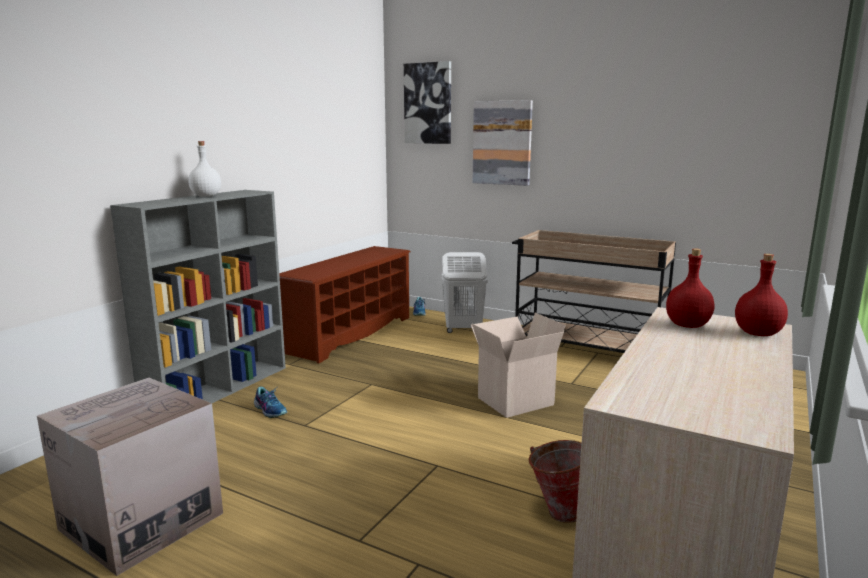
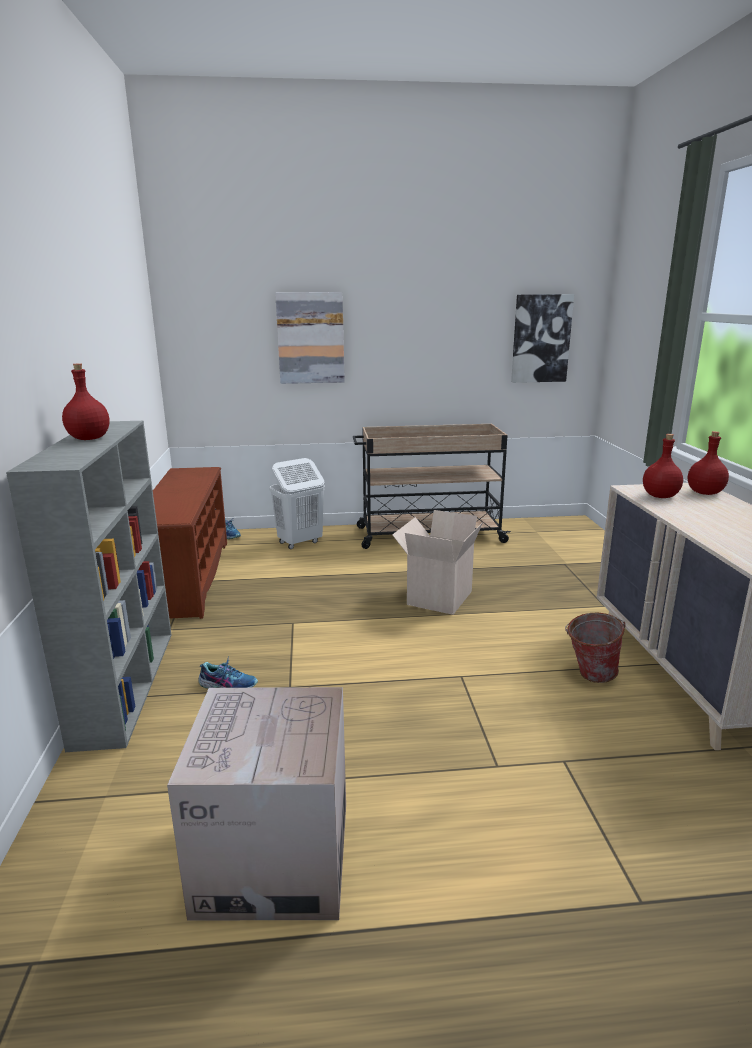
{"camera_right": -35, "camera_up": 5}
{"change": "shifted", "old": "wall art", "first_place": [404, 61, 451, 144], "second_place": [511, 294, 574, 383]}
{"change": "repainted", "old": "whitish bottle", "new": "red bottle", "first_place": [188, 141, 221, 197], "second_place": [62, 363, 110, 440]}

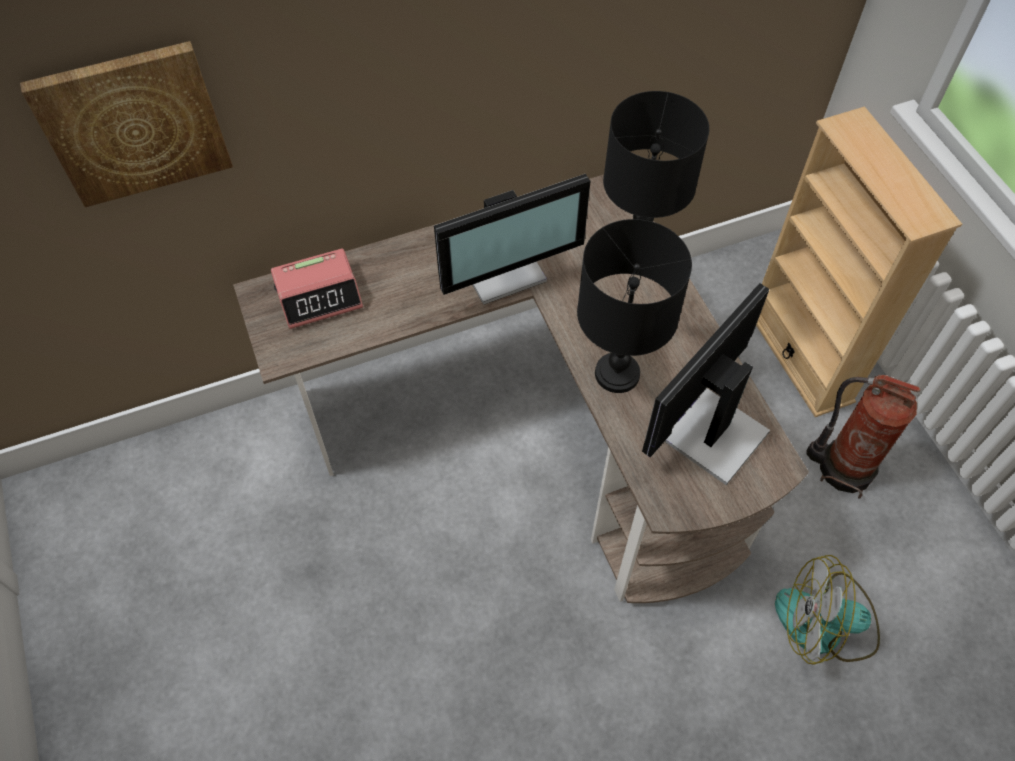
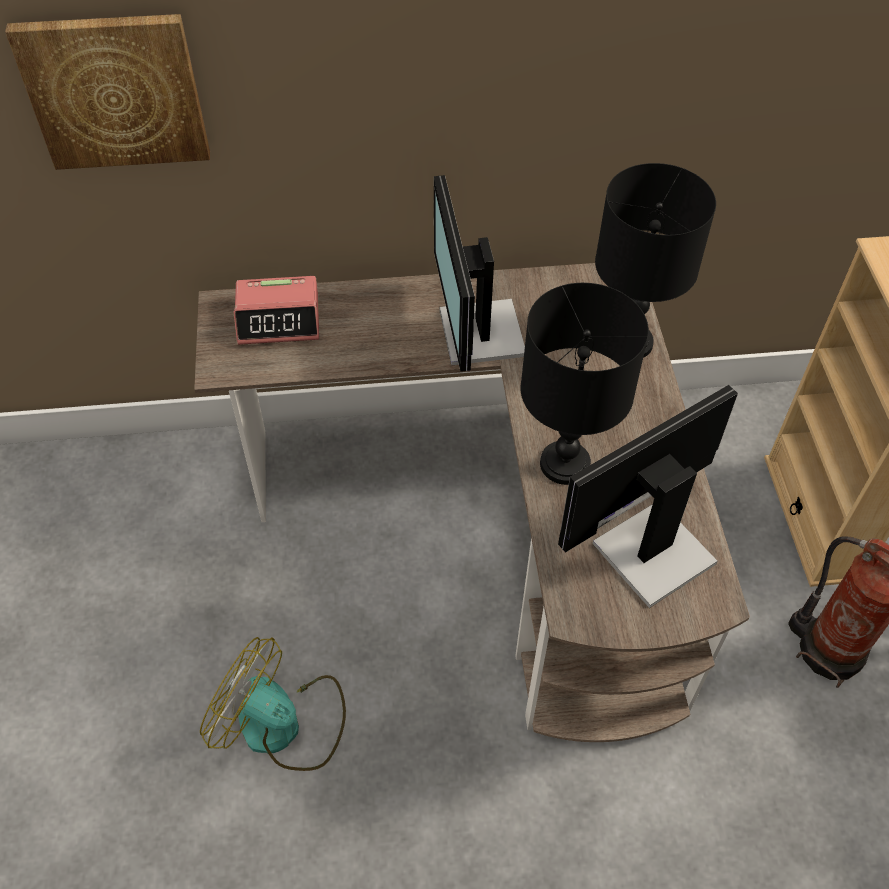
{"camera_right": 15, "camera_up": -5}
{"change": "shifted", "old": "cooling fan", "first_place": [775, 555, 880, 665], "second_place": [200, 637, 346, 771]}
{"change": "rotated", "old": "monitor", "first_place": [434, 174, 590, 305], "second_place": [434, 175, 525, 372], "degrees": 90}

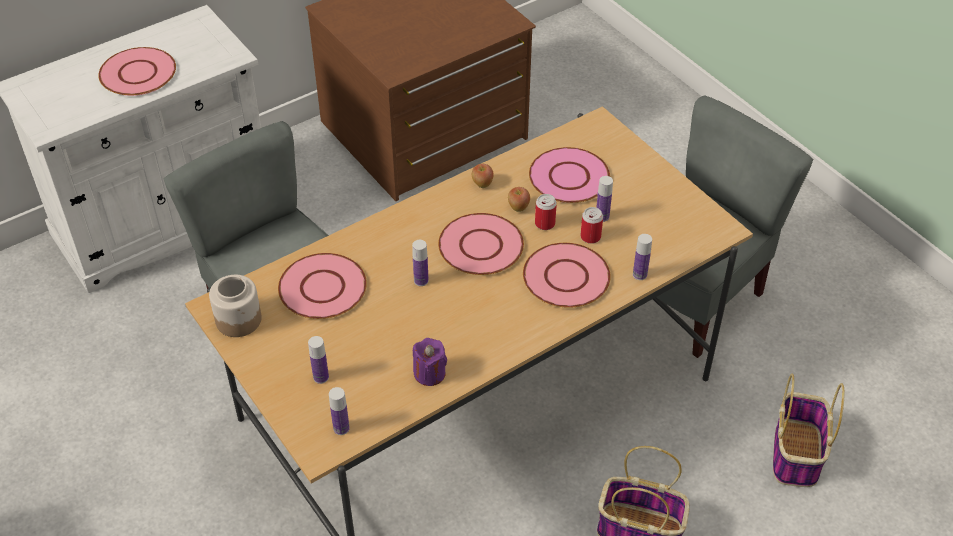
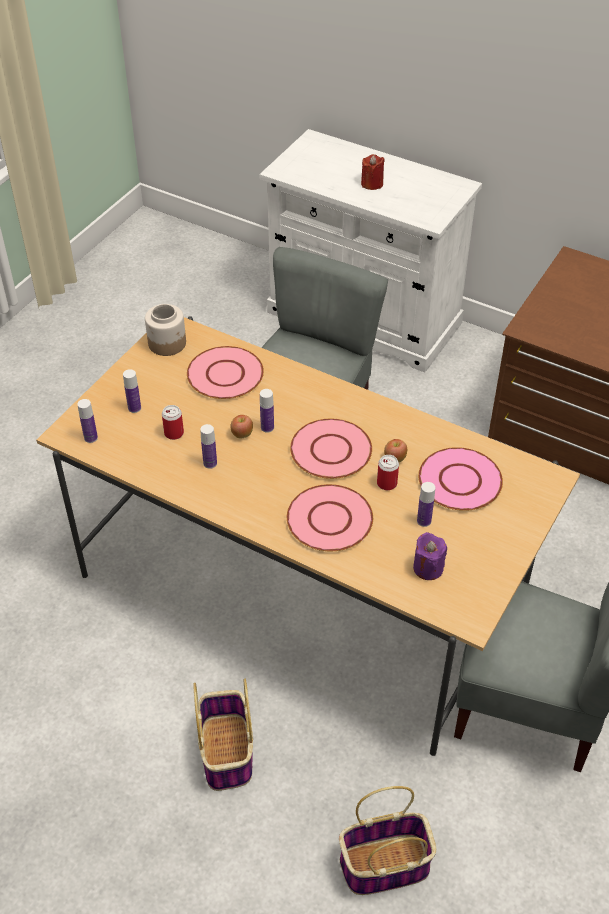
{"camera_right": 65, "camera_up": 0}
{"change": "shifted", "old": "purple candle", "first_place": [413, 338, 447, 386], "second_place": [413, 532, 447, 580]}
{"change": "shifted", "old": "apple", "first_place": [472, 164, 494, 188], "second_place": [230, 415, 253, 439]}
{"change": "shifted", "old": "metal can", "first_place": [581, 207, 603, 244], "second_place": [162, 405, 184, 440]}
{"change": "shifted", "old": "bottle", "first_place": [633, 234, 652, 280], "second_place": [200, 424, 217, 469]}
{"change": "swapped", "old": "pink-coloured plate", "new": "red candle", "first_place": [98, 47, 176, 96], "second_place": [361, 154, 385, 190]}

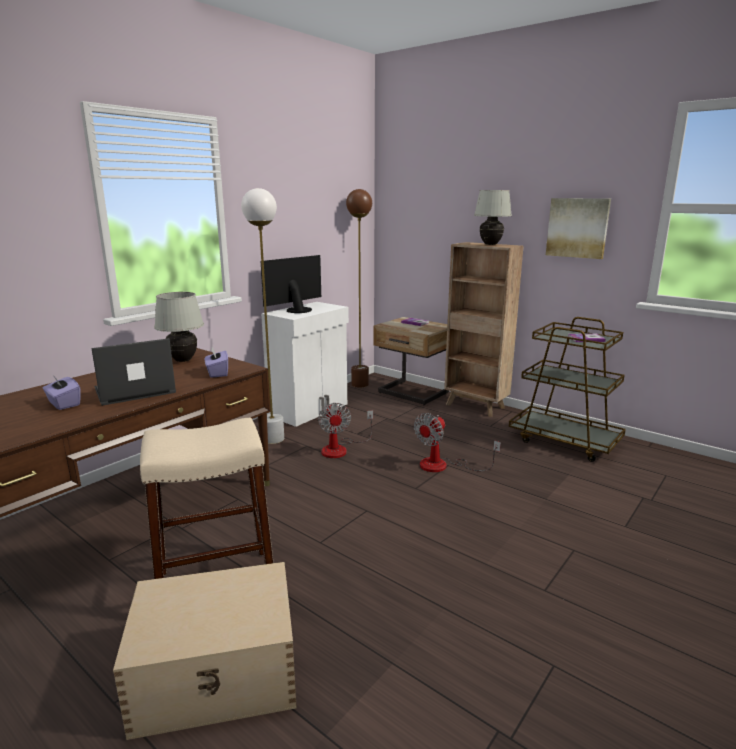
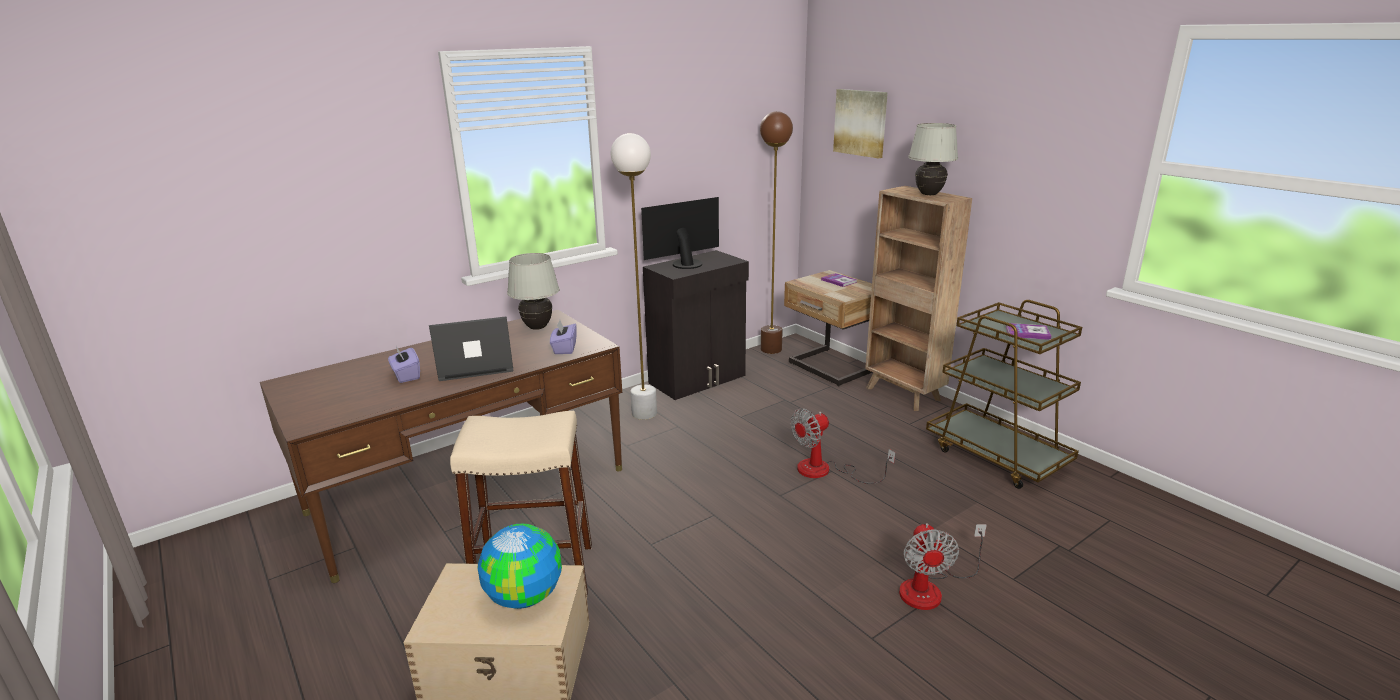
{"camera_right": 15, "camera_up": 5}
{"change": "new", "new": "globe", "second_place": [478, 524, 562, 609]}
{"change": "shifted", "old": "cooling fan", "first_place": [318, 403, 373, 458], "second_place": [899, 523, 987, 610]}
{"change": "shifted", "old": "wall art", "first_place": [546, 198, 611, 259], "second_place": [833, 89, 888, 159]}
{"change": "repainted", "old": "whitish cupboard", "new": "black cupboard", "first_place": [261, 302, 349, 427], "second_place": [643, 250, 749, 400]}

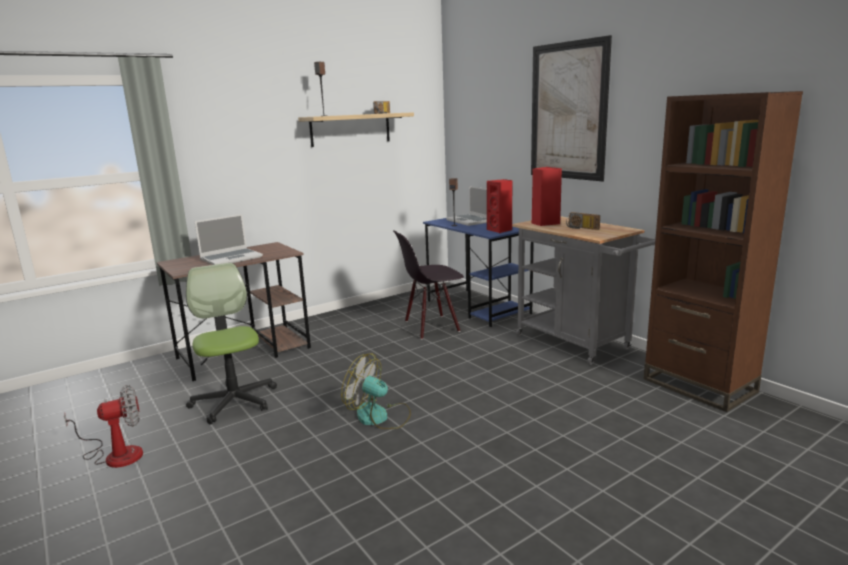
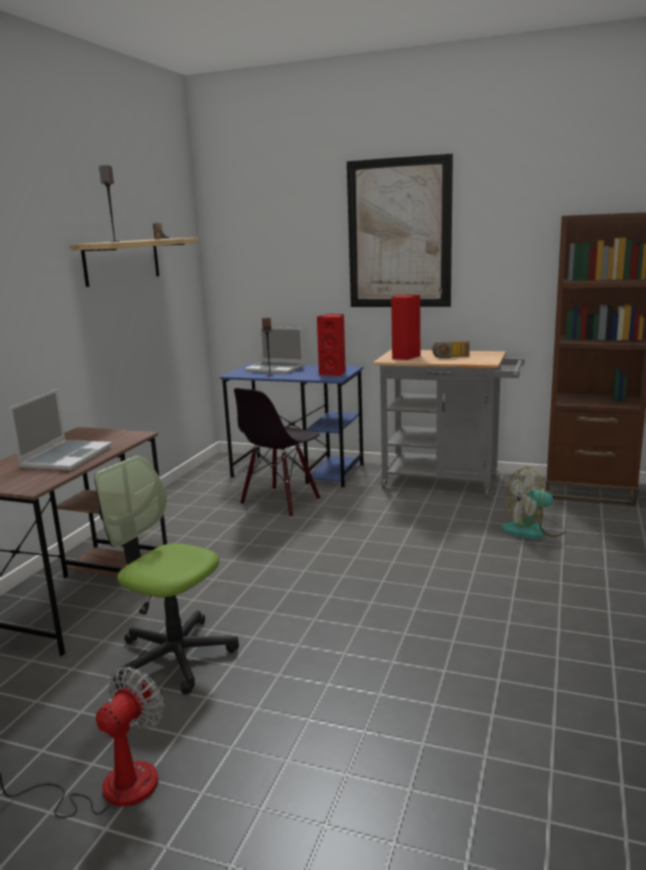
{"camera_right": -35, "camera_up": 0}
{"change": "shifted", "old": "cooling fan", "first_place": [341, 353, 411, 429], "second_place": [501, 467, 566, 539]}

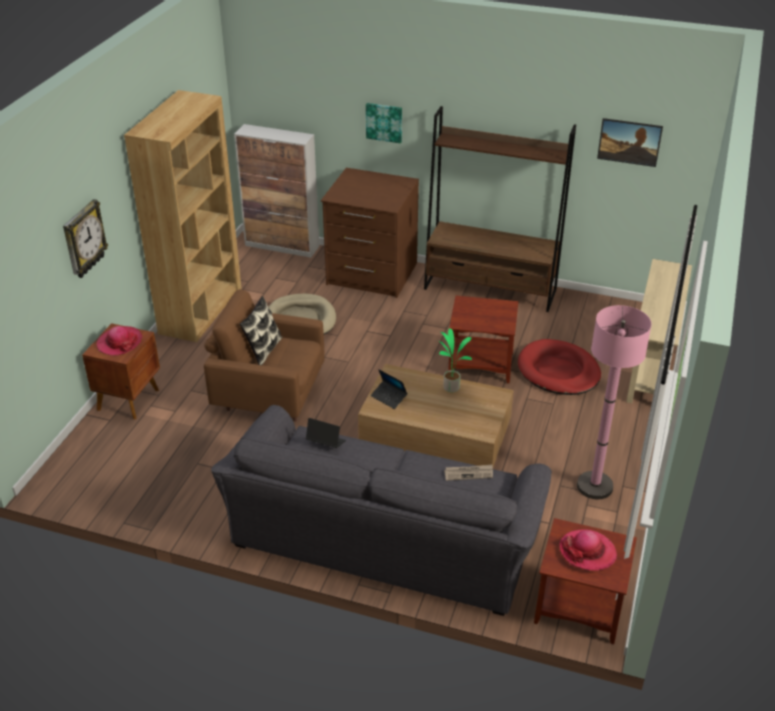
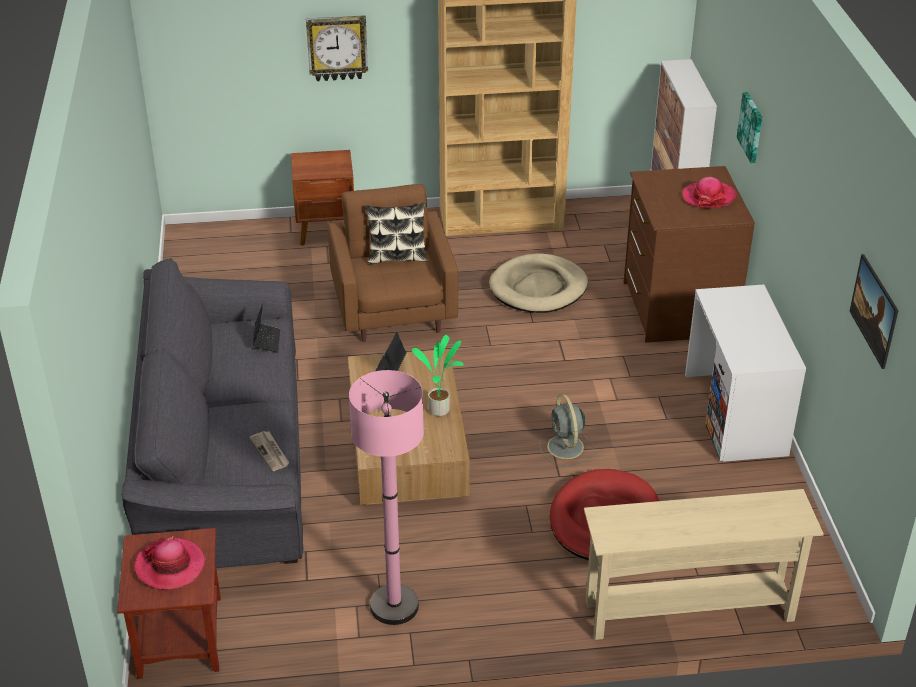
{"camera_right": 65, "camera_up": 0}
{"change": "shifted", "old": "hat", "first_place": [97, 326, 143, 356], "second_place": [682, 177, 737, 209]}
{"change": "swapped", "old": "brownish bookshelf", "new": "whitish desk", "first_place": [424, 106, 576, 312], "second_place": [685, 285, 806, 462]}
{"change": "swapped", "old": "brownish end table", "new": "greyish cooling fan", "first_place": [448, 296, 518, 383], "second_place": [540, 394, 594, 466]}

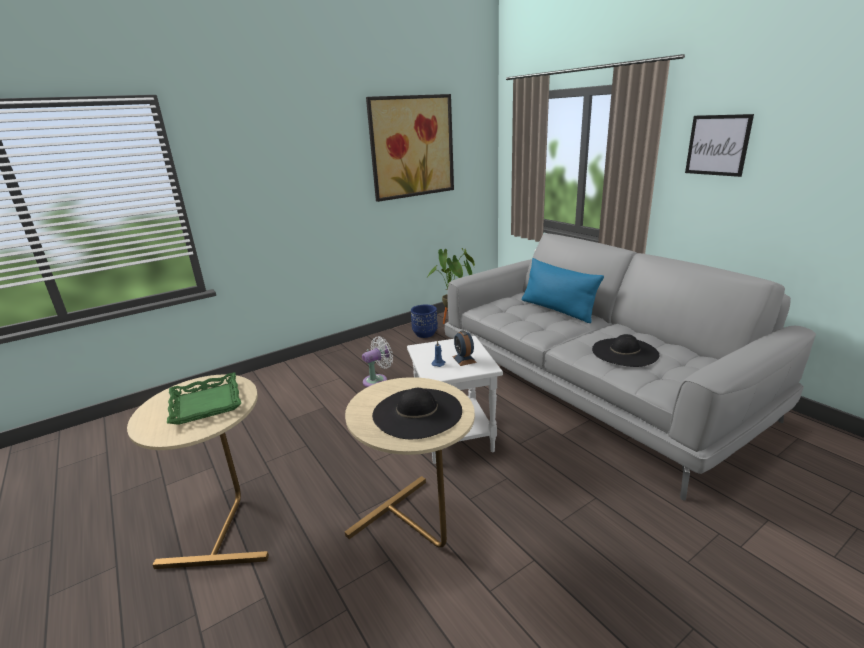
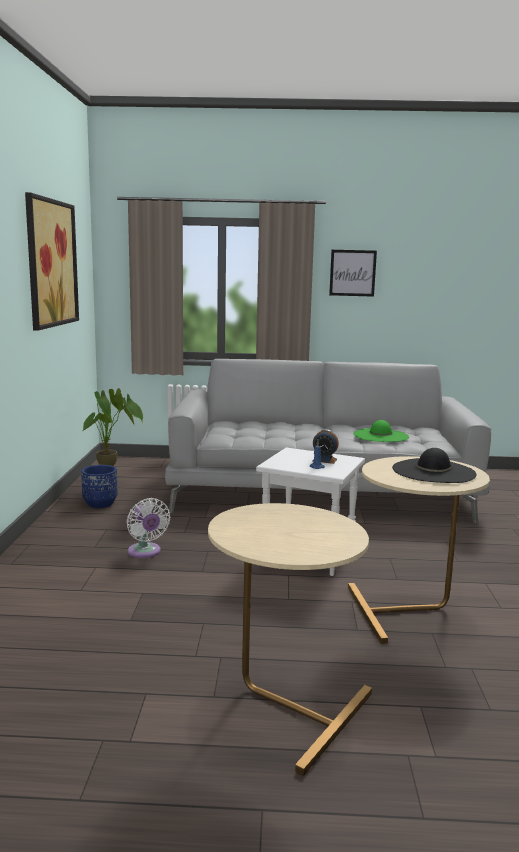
{"camera_right": -55, "camera_up": -10}
{"change": "gone", "old": "green-coloured serving tray", "first_place": [167, 373, 241, 425]}
{"change": "gone", "old": "blue-coloured pillow", "first_place": [522, 258, 604, 323]}
{"change": "repainted", "old": "black hat", "new": "green-coloured hat", "first_place": [592, 334, 660, 367], "second_place": [353, 420, 409, 442]}
{"change": "rotated", "old": "whitish cooling fan", "first_place": [362, 337, 393, 387], "second_place": [127, 498, 170, 558], "degrees": 150}

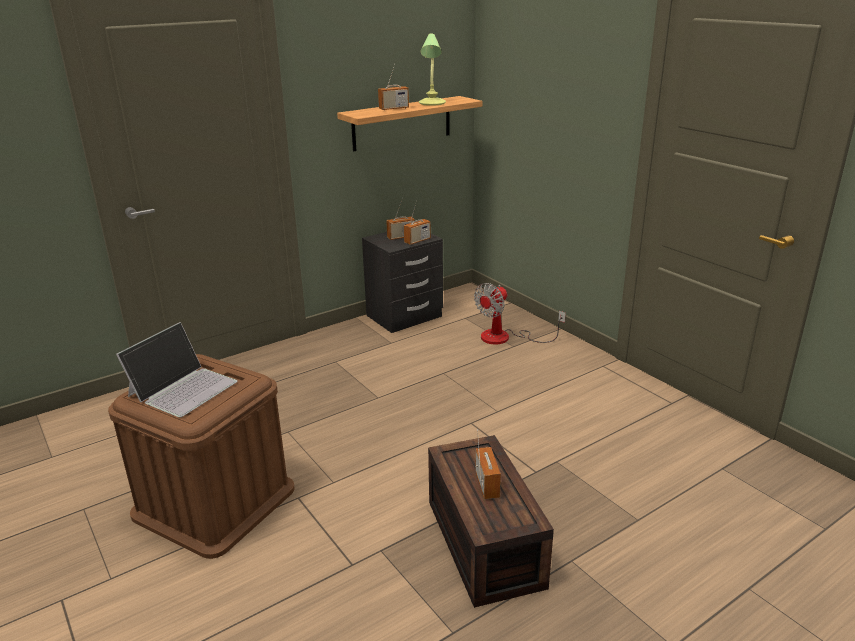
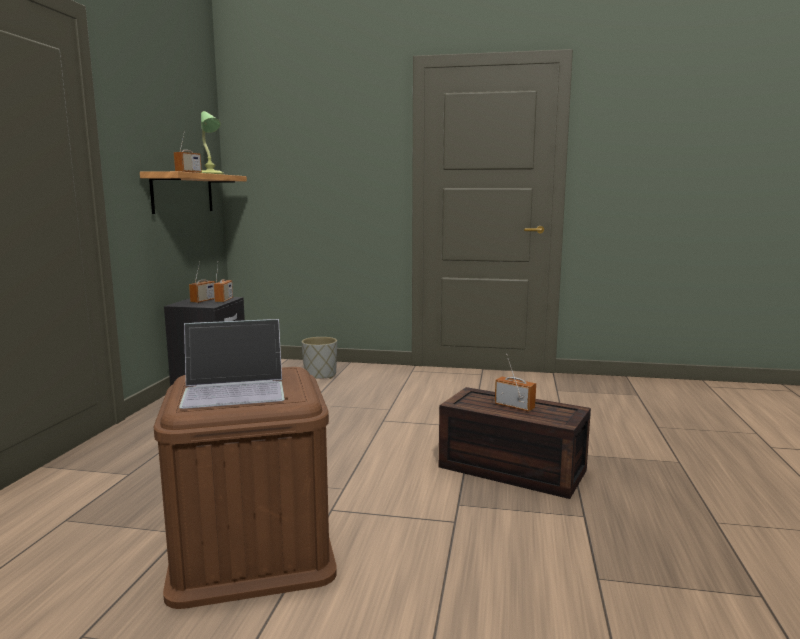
{"camera_right": -45, "camera_up": -15}
{"change": "swapped", "old": "cooling fan", "new": "greyish planter", "first_place": [474, 283, 566, 345], "second_place": [302, 337, 337, 379]}
{"change": "rotated", "old": "laptop", "first_place": [116, 322, 237, 417], "second_place": [179, 319, 285, 409], "degrees": 90}

